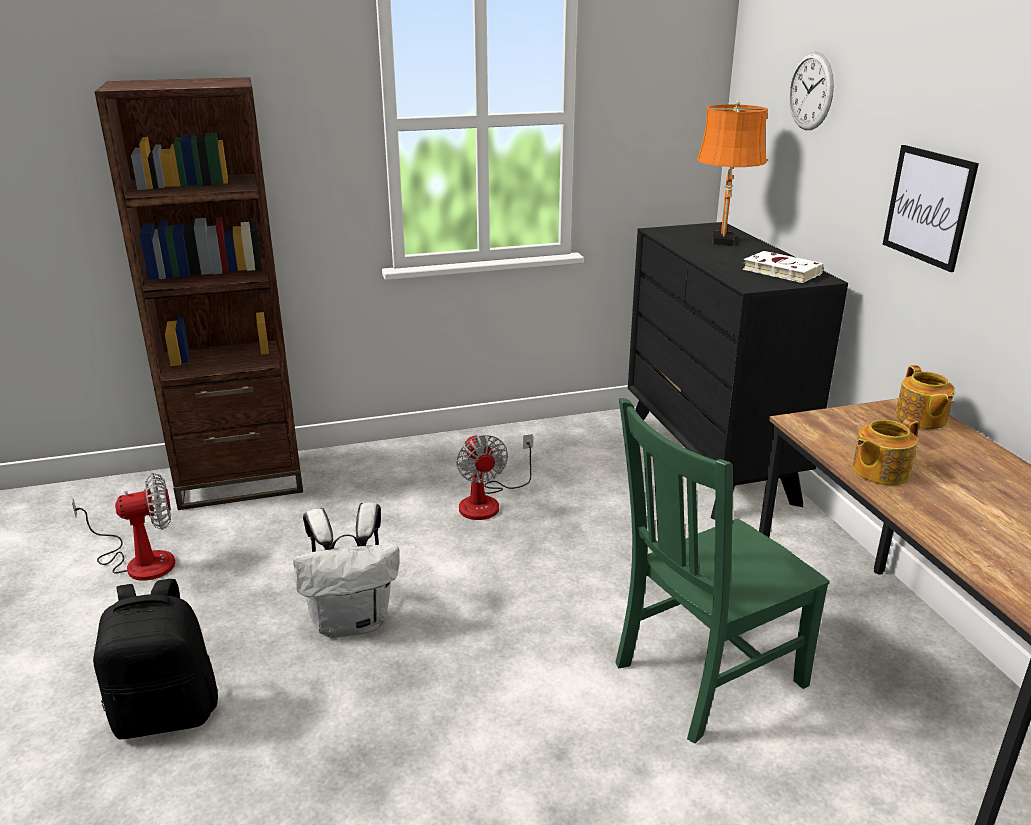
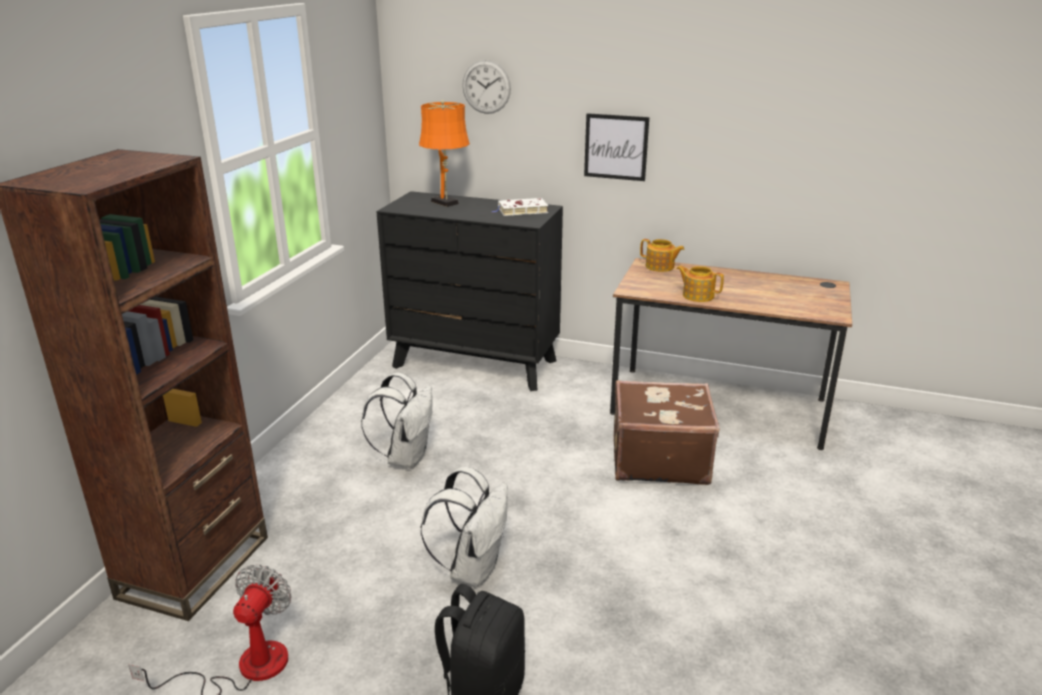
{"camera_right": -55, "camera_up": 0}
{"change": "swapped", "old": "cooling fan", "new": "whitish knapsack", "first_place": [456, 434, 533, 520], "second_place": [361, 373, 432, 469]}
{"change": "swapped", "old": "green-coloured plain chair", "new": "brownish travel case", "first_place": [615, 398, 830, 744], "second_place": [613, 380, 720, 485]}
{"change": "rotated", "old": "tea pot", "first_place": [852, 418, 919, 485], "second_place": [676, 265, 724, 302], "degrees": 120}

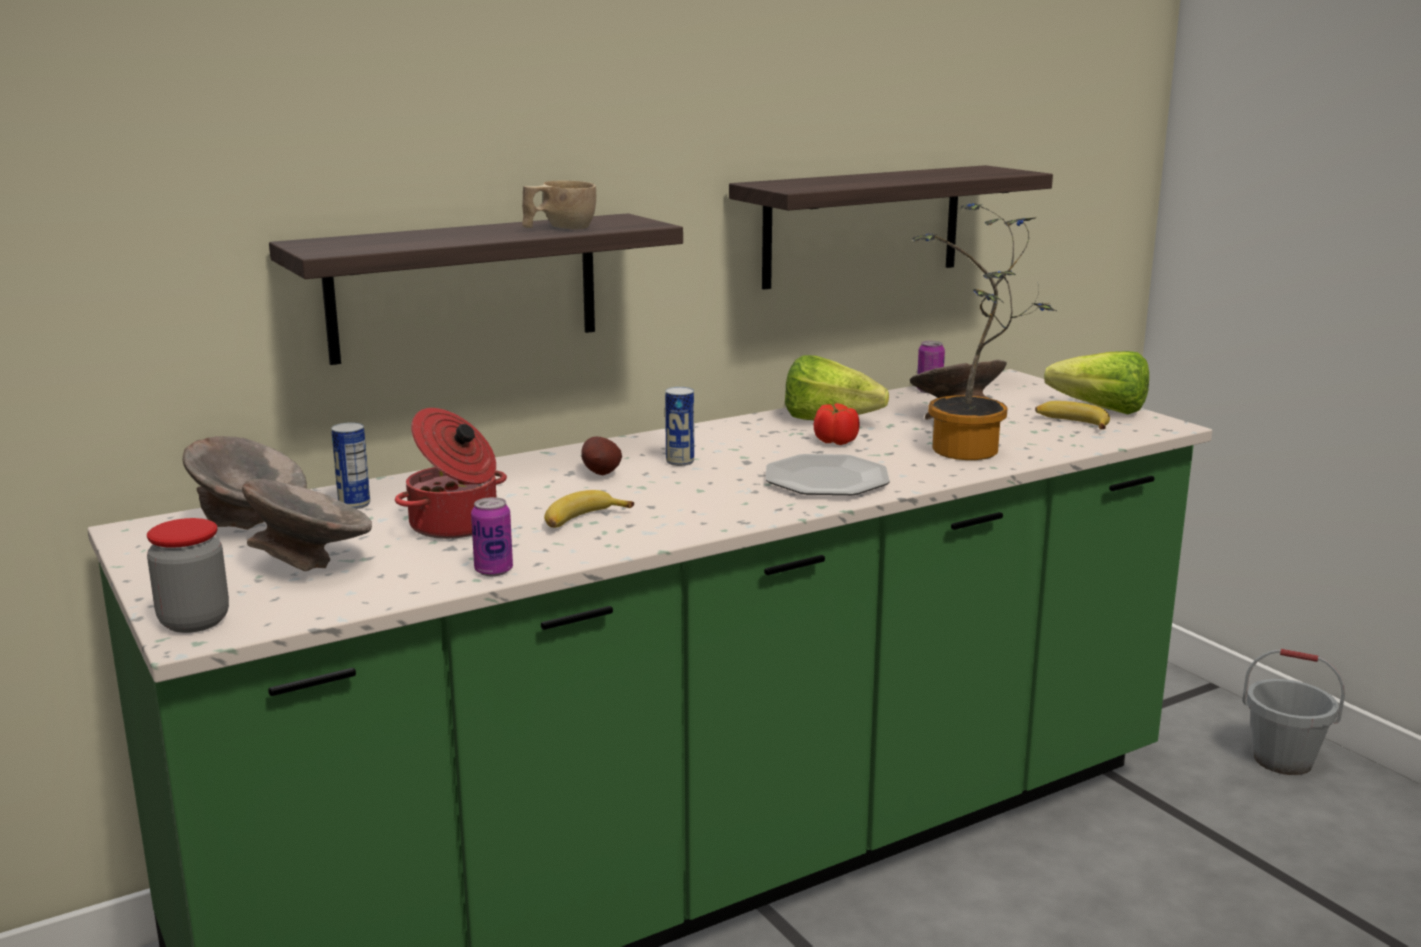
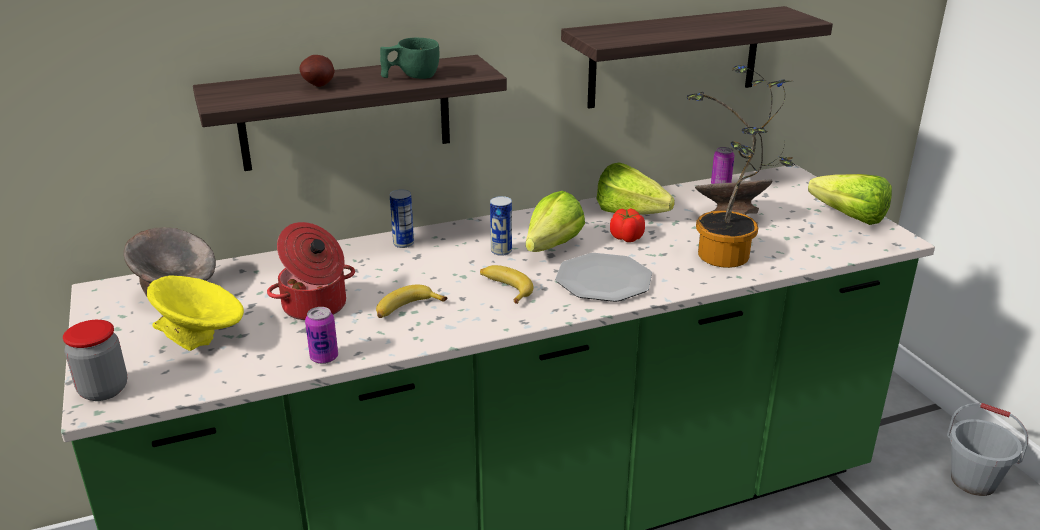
{"camera_right": 10, "camera_up": 10}
{"change": "new", "new": "head of lettuce", "second_place": [526, 191, 585, 252]}
{"change": "shifted", "old": "metal can", "first_place": [331, 422, 370, 509], "second_place": [390, 190, 414, 248]}
{"change": "shifted", "old": "spud", "first_place": [581, 436, 622, 475], "second_place": [299, 55, 335, 87]}
{"change": "shifted", "old": "banana fruit", "first_place": [1035, 401, 1110, 429], "second_place": [480, 265, 533, 304]}
{"change": "repainted", "old": "greyish bowl", "new": "yellow bowl", "first_place": [242, 479, 372, 571], "second_place": [147, 275, 244, 351]}
{"change": "repainted", "old": "beige-coloured small cup", "new": "green-coloured small cup", "first_place": [522, 180, 596, 229], "second_place": [380, 38, 439, 79]}

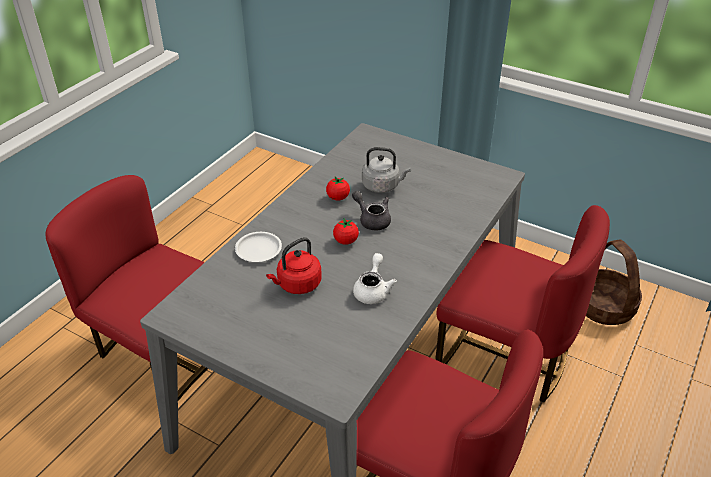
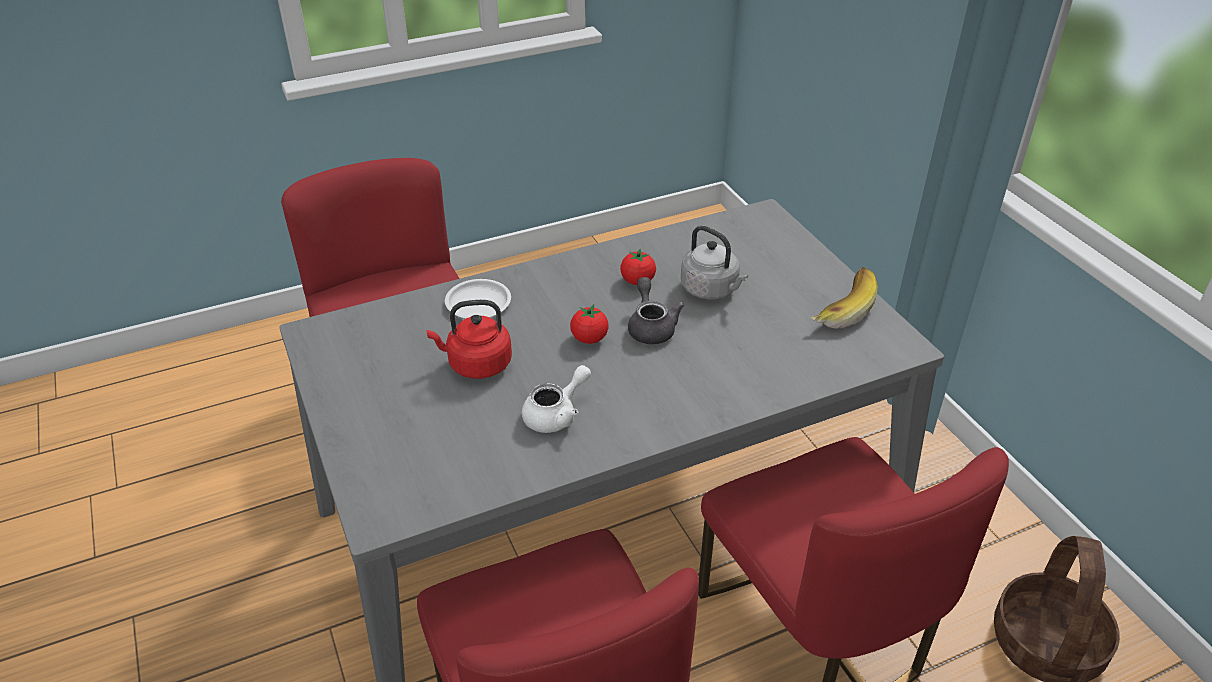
{"camera_right": 35, "camera_up": 0}
{"change": "new", "new": "banana fruit", "second_place": [810, 267, 878, 329]}

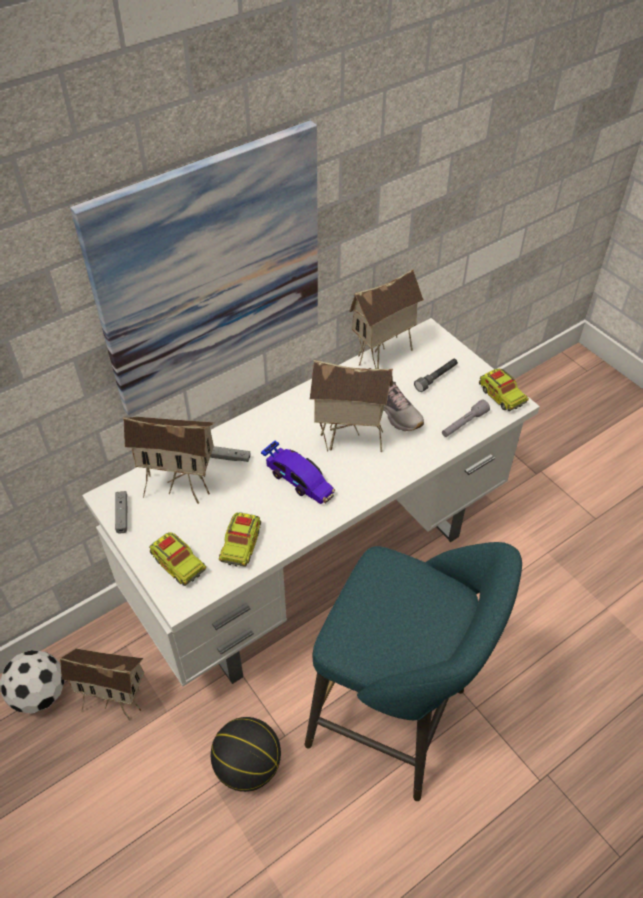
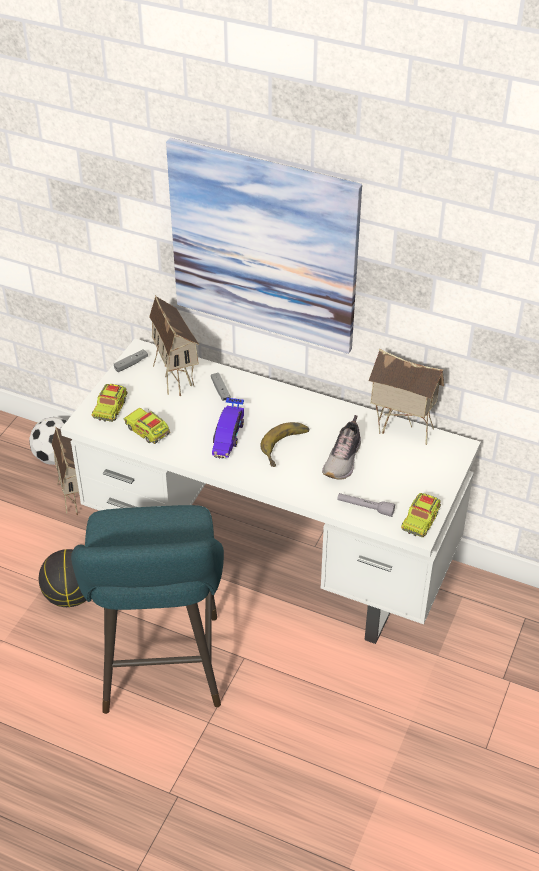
{"camera_right": 60, "camera_up": -5}
{"change": "gone", "old": "greyish hand torch", "first_place": [414, 359, 458, 392]}
{"change": "swapped", "old": "miniature house", "new": "banana fruit", "first_place": [310, 360, 393, 452], "second_place": [260, 422, 309, 467]}
{"change": "rotated", "old": "toy lorry", "first_place": [219, 512, 261, 567], "second_place": [124, 408, 170, 444], "degrees": 60}

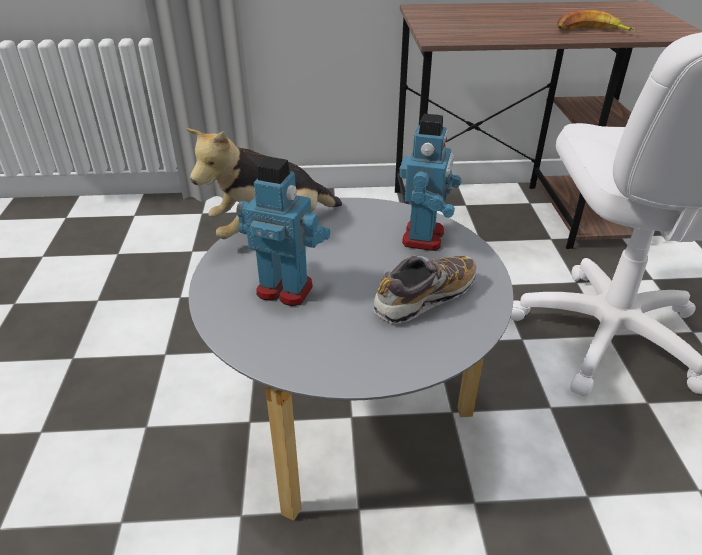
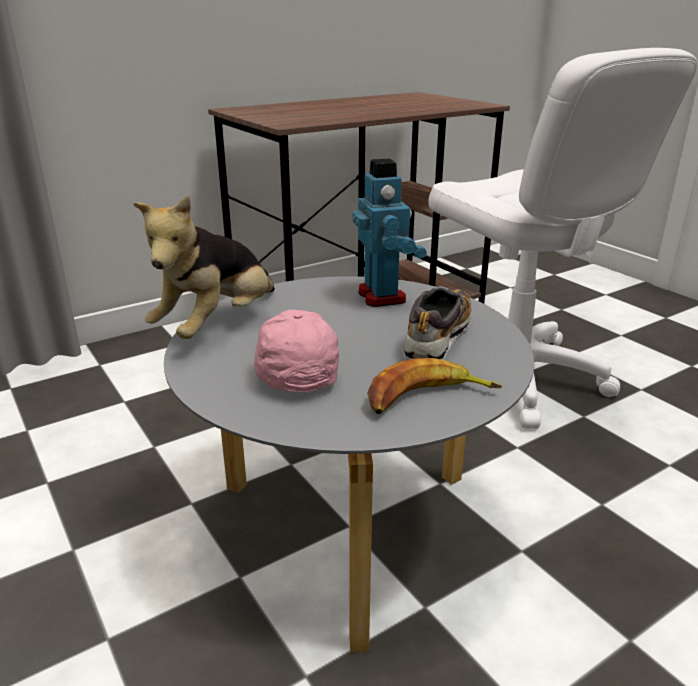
{"camera_right": -30, "camera_up": -10}
{"change": "shifted", "old": "banana fruit", "first_place": [557, 10, 636, 31], "second_place": [367, 358, 502, 414]}
{"change": "swapped", "old": "toy robot", "new": "pink-coloured peaked cap", "first_place": [236, 157, 330, 306], "second_place": [254, 310, 339, 392]}

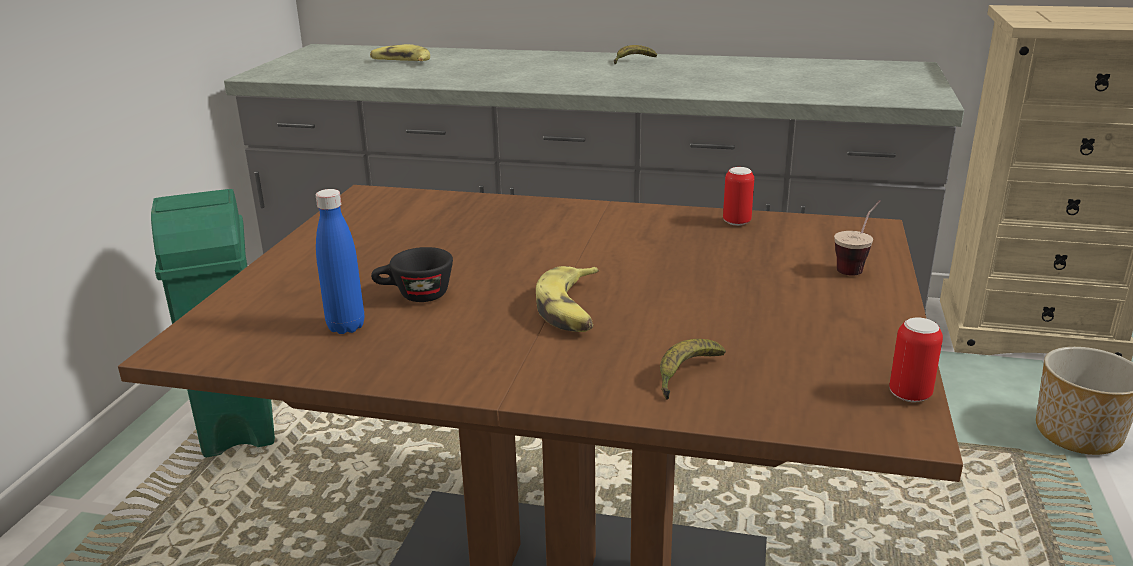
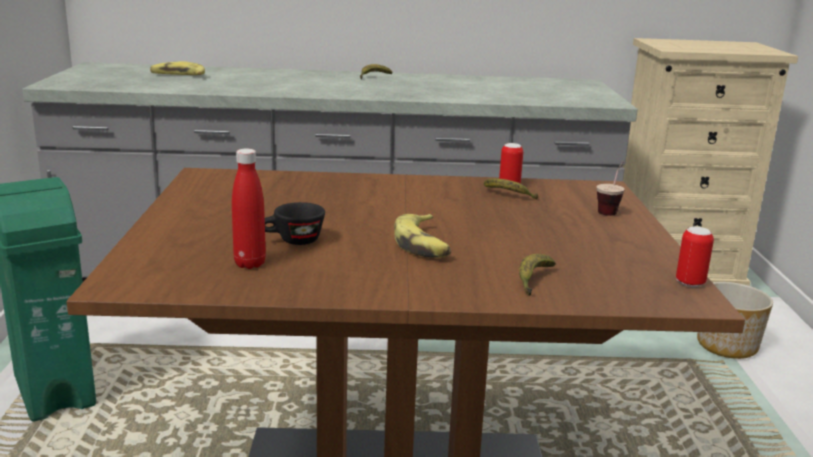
{"camera_right": -15, "camera_up": -5}
{"change": "new", "new": "banana fruit", "second_place": [484, 179, 538, 199]}
{"change": "repainted", "old": "blue-coloured bottle", "new": "red bottle", "first_place": [316, 189, 364, 334], "second_place": [232, 149, 266, 269]}

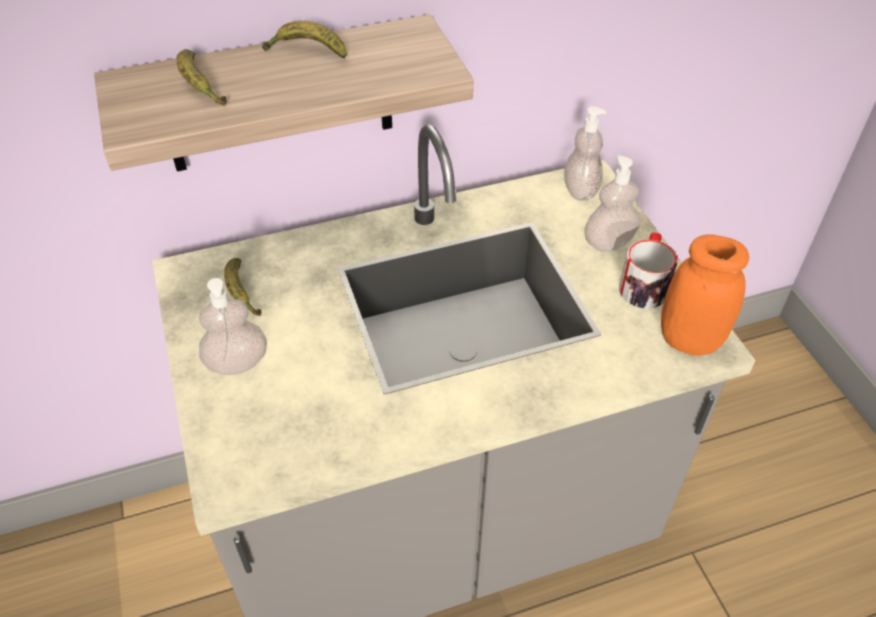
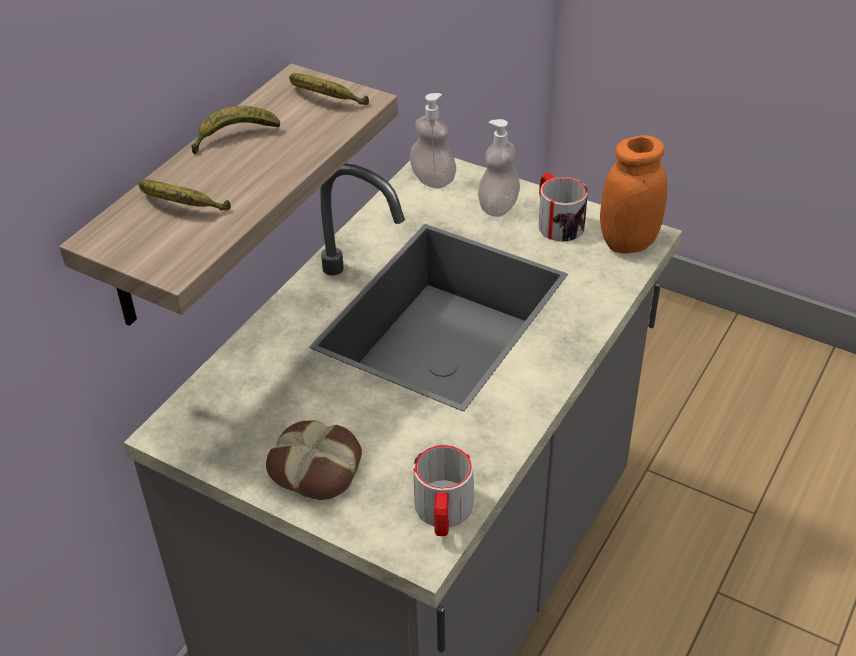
{"camera_right": -40, "camera_up": -5}
{"change": "new", "new": "mug", "second_place": [413, 444, 474, 536]}
{"change": "shifted", "old": "banana fruit", "first_place": [224, 258, 262, 316], "second_place": [289, 73, 369, 105]}
{"change": "swapped", "old": "soap bottle", "new": "bread", "first_place": [199, 278, 267, 375], "second_place": [266, 421, 362, 500]}

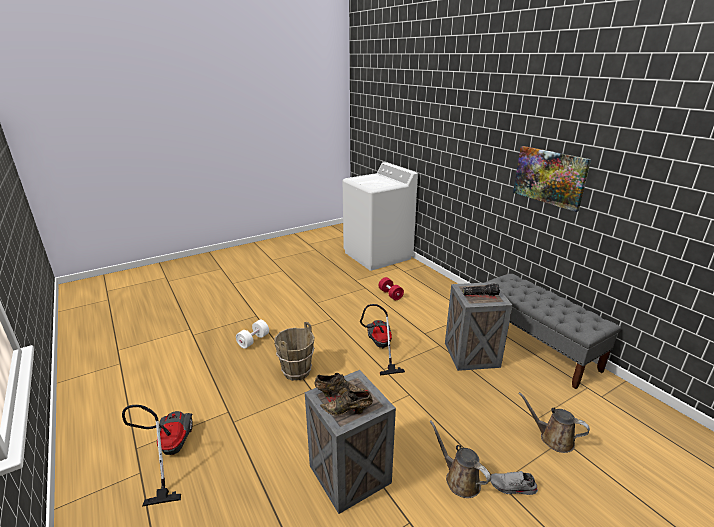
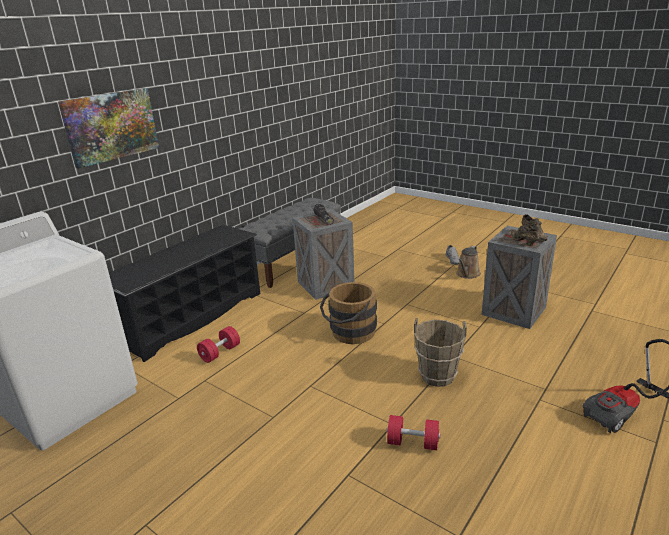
{"camera_right": -110, "camera_up": 0}
{"change": "gone", "old": "brownish watering can", "first_place": [518, 392, 590, 453]}
{"change": "new", "new": "black shoe shelf", "second_place": [109, 225, 260, 362]}
{"change": "shifted", "old": "wall art", "first_place": [513, 146, 591, 212], "second_place": [58, 88, 159, 168]}
{"change": "swapped", "old": "vacuum", "new": "brownish bucket", "first_place": [360, 304, 405, 376], "second_place": [320, 282, 377, 344]}
{"change": "repainted", "old": "whitish dumbbell", "new": "red dumbbell", "first_place": [236, 320, 269, 349], "second_place": [387, 415, 440, 450]}

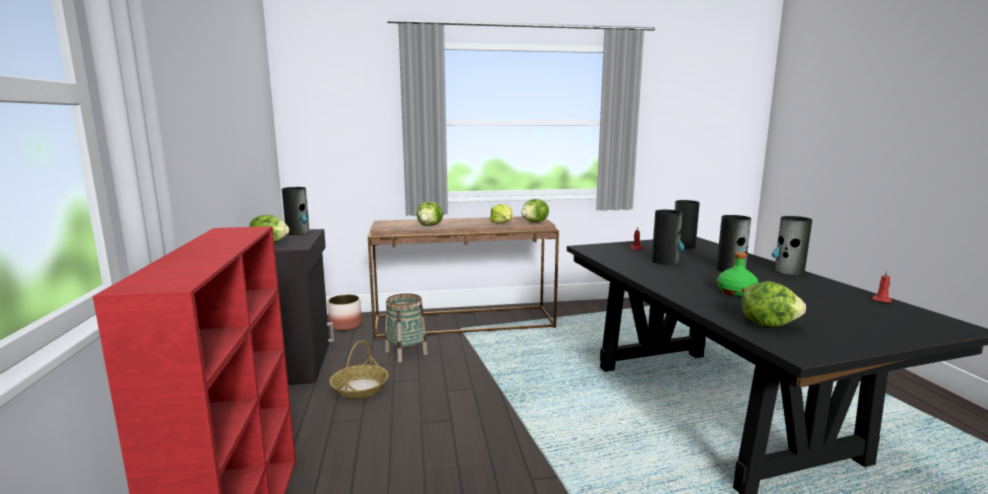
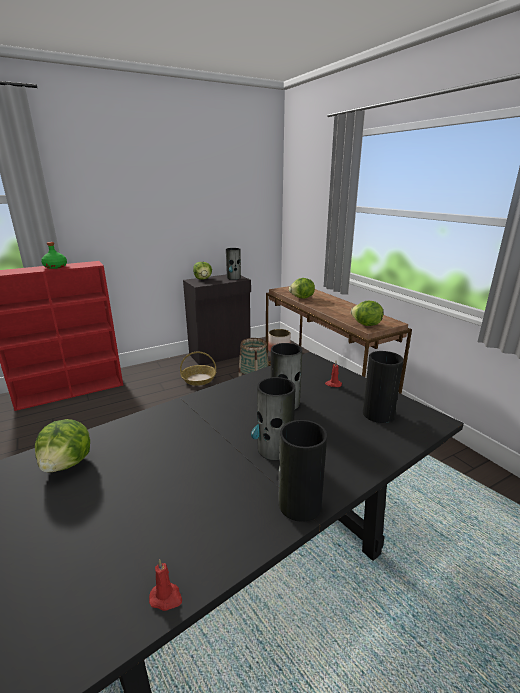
{"camera_right": 70, "camera_up": 10}
{"change": "gone", "old": "head of lettuce", "first_place": [490, 204, 512, 224]}
{"change": "shifted", "old": "green-coloured bottle", "first_place": [717, 252, 759, 297], "second_place": [41, 242, 67, 269]}

